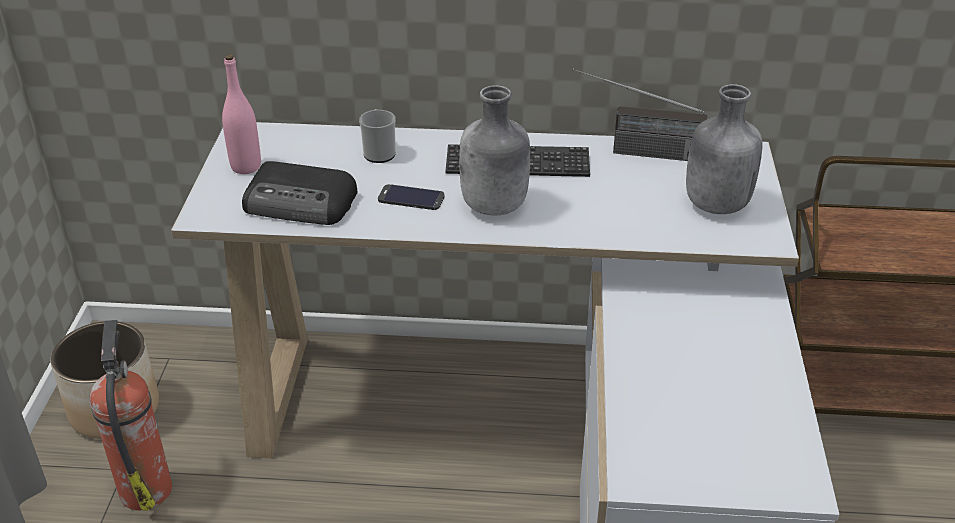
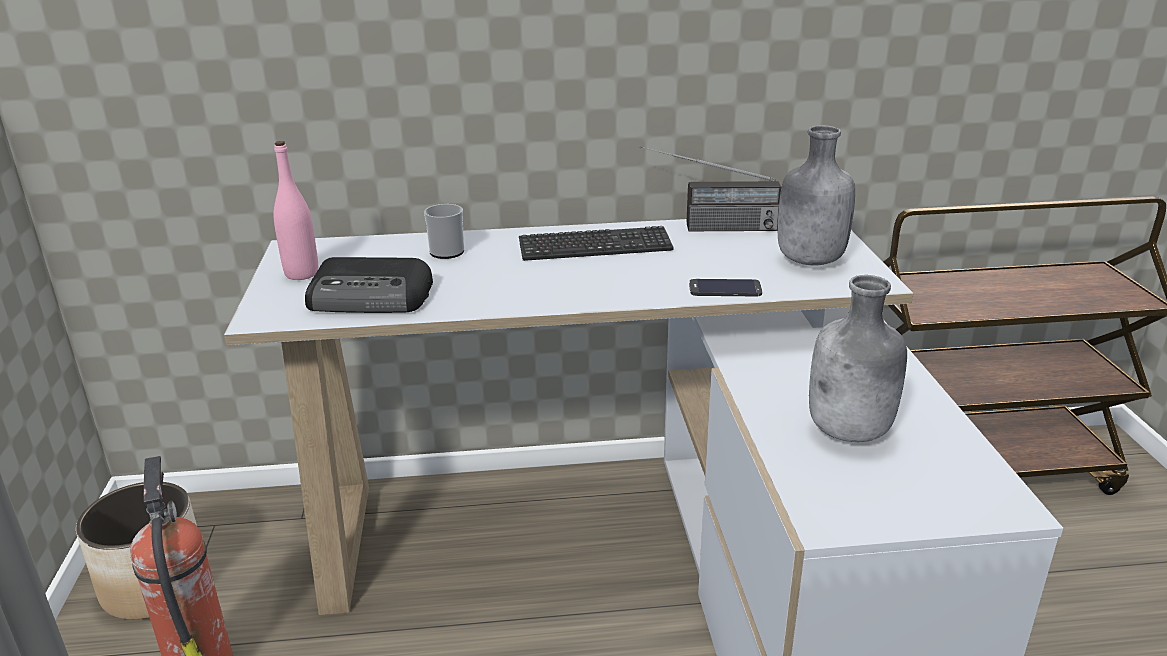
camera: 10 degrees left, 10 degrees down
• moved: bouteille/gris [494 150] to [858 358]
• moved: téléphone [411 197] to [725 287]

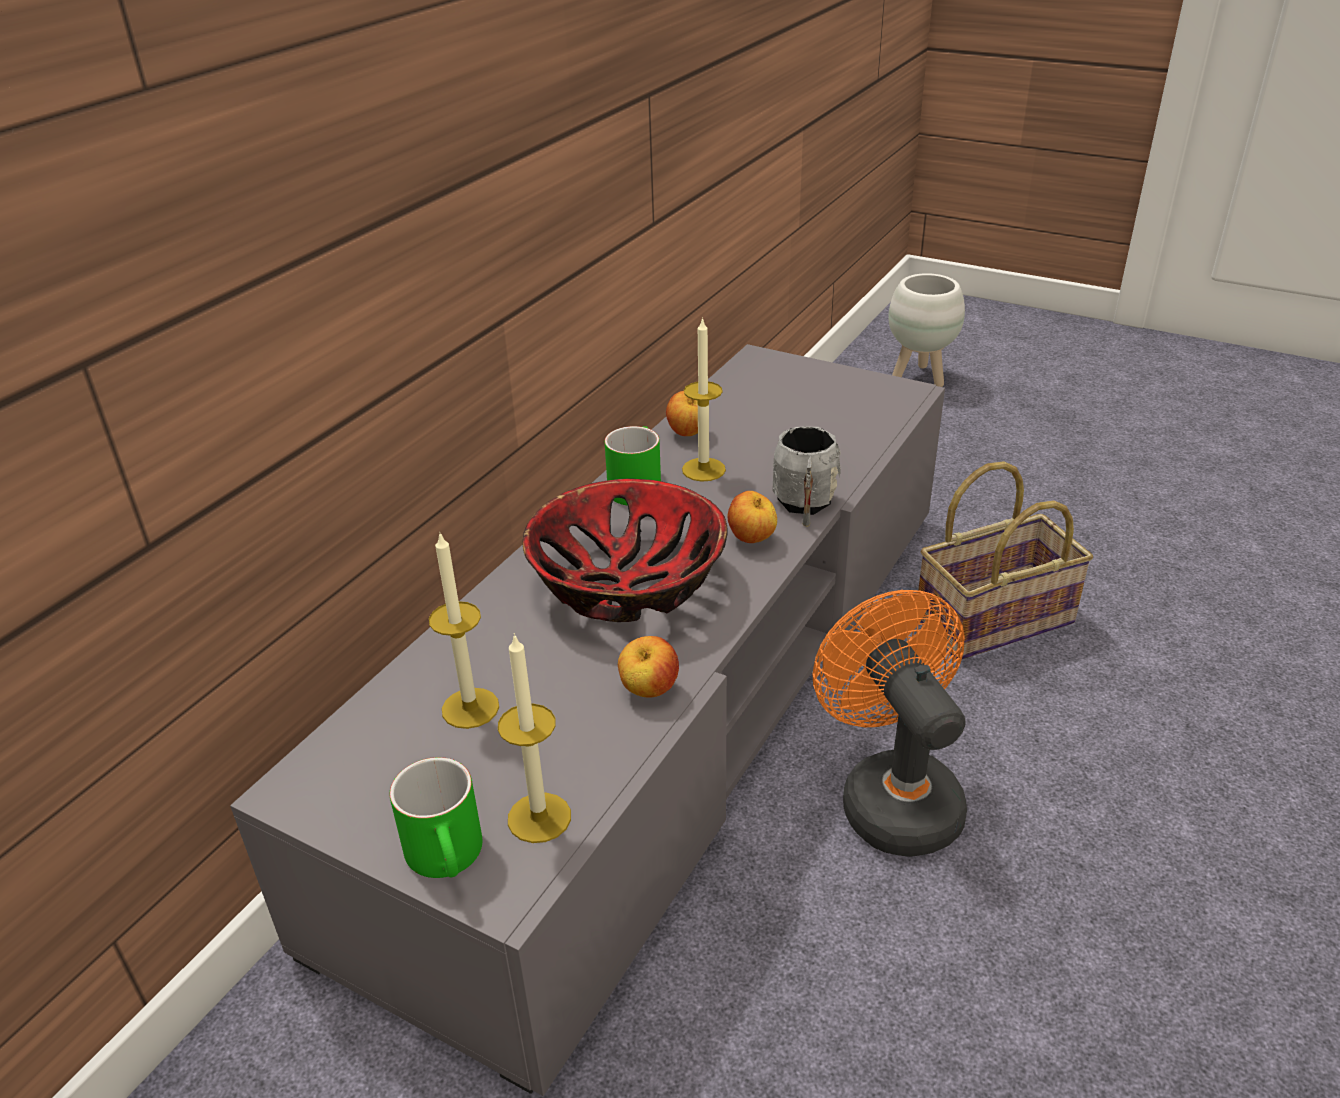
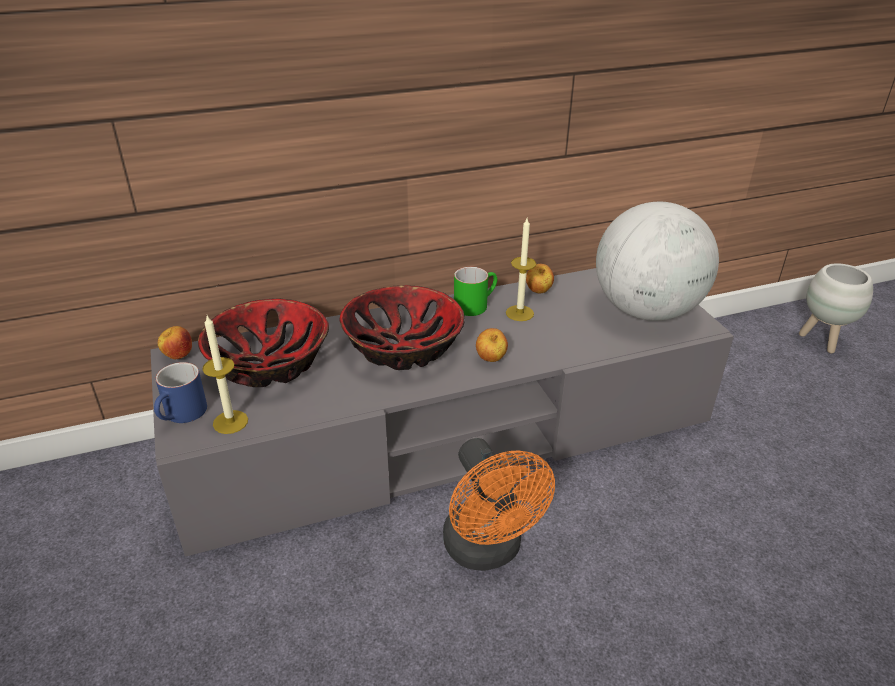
camera: 40 degrees right, 0 degrees up
• removed: mug/gris [806 476]
• removed: panier [1005 560]
• replaced: bougie [464 630] to bol [263 343]
• turned: ventilateur/orange [889 723] = [499 504] 135 degrees clockwise
• moved: pomme [648 667] to [175 343]
• recoloured: mug/vert [435 817] to mug/bleu [180 392]
• added: globe [657 261]

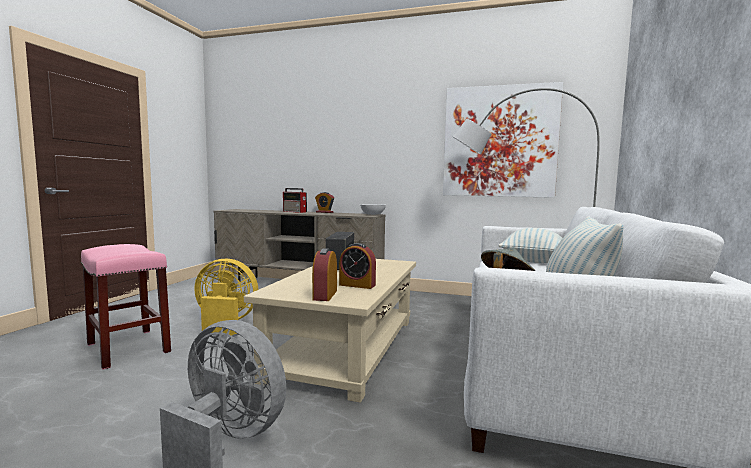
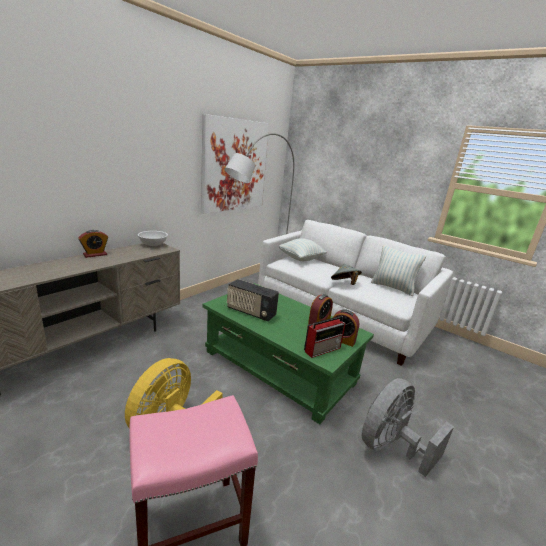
camera: 70 degrees left, 15 degrees up
• moved: radio [295 200] to [324 337]
• recoloured: table basse/beige [330 331] to table basse/vert [288 353]

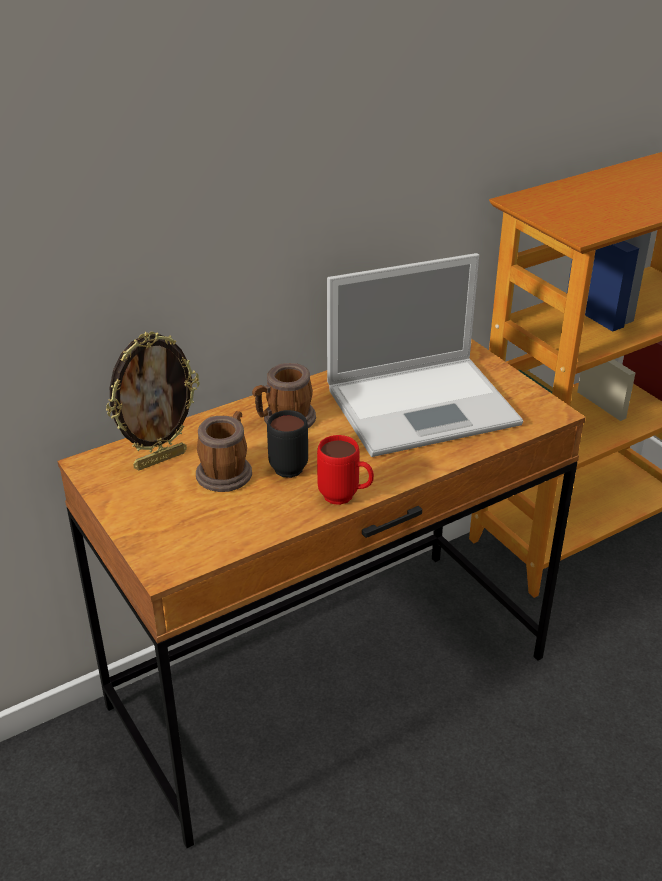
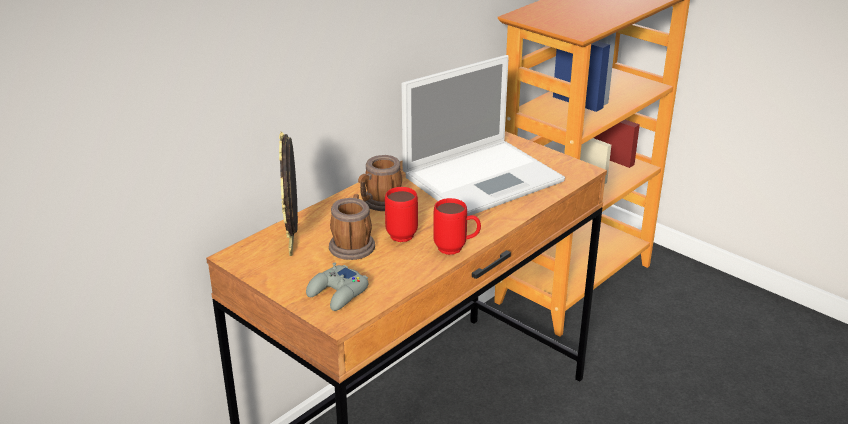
camera: 15 degrees left, 5 degrees down
• turned: cadre photo [153 401] = [288 194] 135 degrees clockwise
• recoloured: mug/noir [287 444] to mug/rouge [401 214]
• added: manette/gris [337 286]

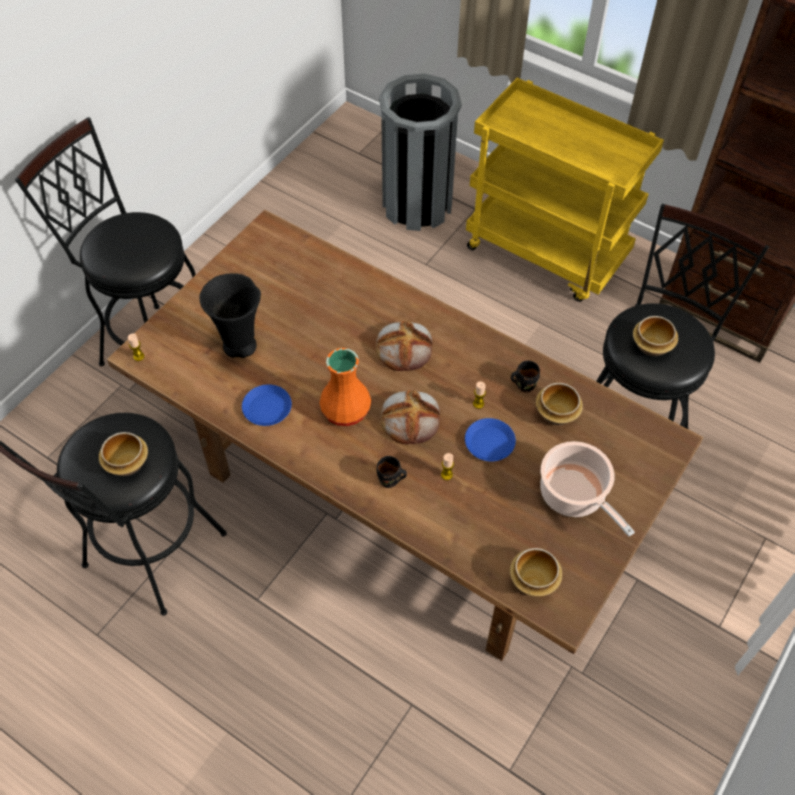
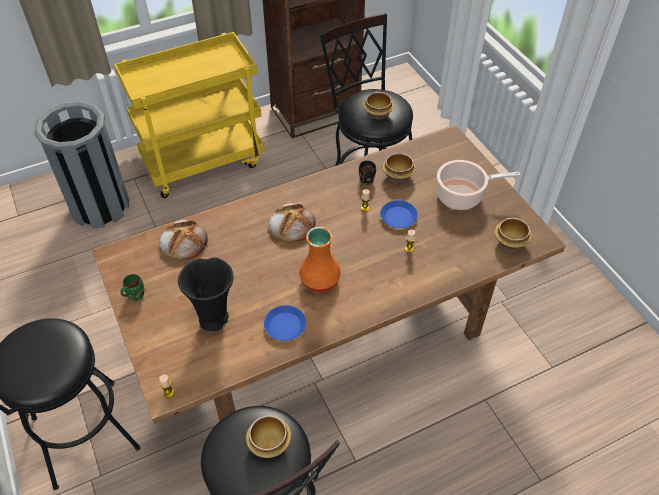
camera: 60 degrees left, 5 degrees down
• moved: pain [410 417] to [183 240]
• removed: mug/noir [392 472]
• added: mug/vert [132 287]

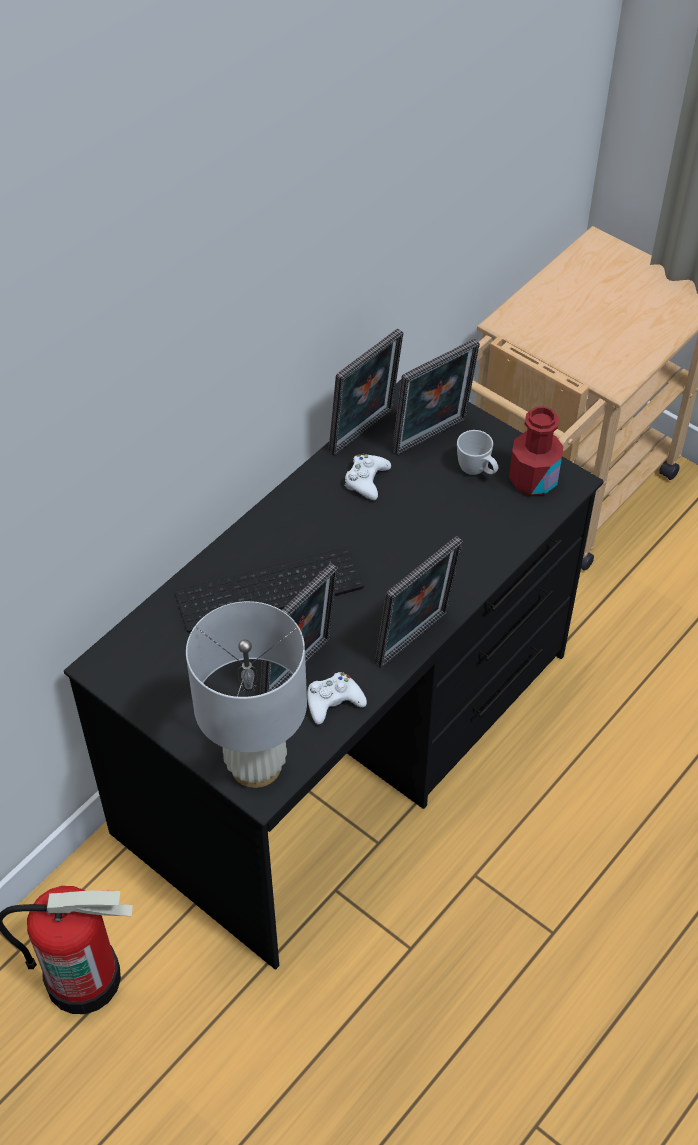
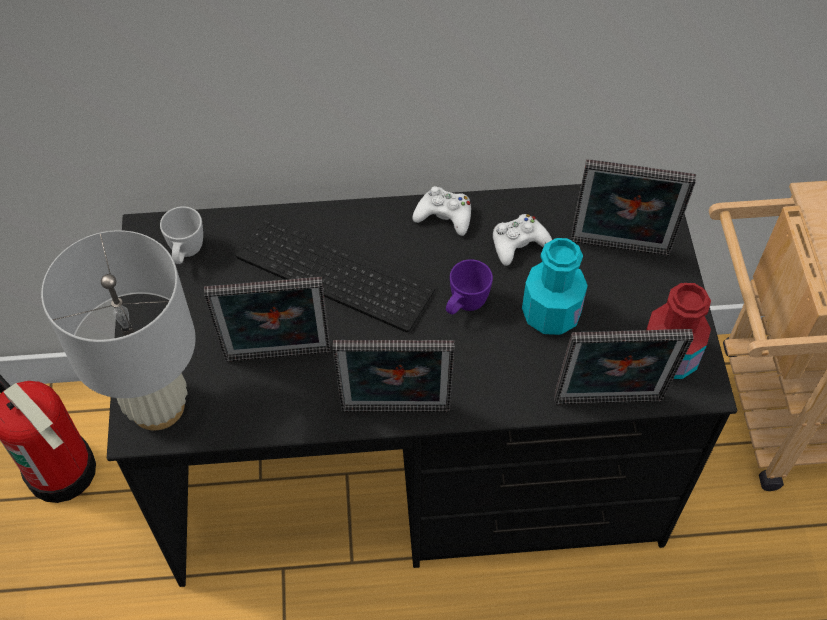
camera: 45 degrees right, 5 degrees up
• moved: cadre photo [366 391] to [623 367]
• moved: mug/blanc [477 452] to [181 235]
• moved: manette/blanc [337 698] to [441 211]
• added: bouteille/turquoise [555 286]
• added: mug/violet [469 286]

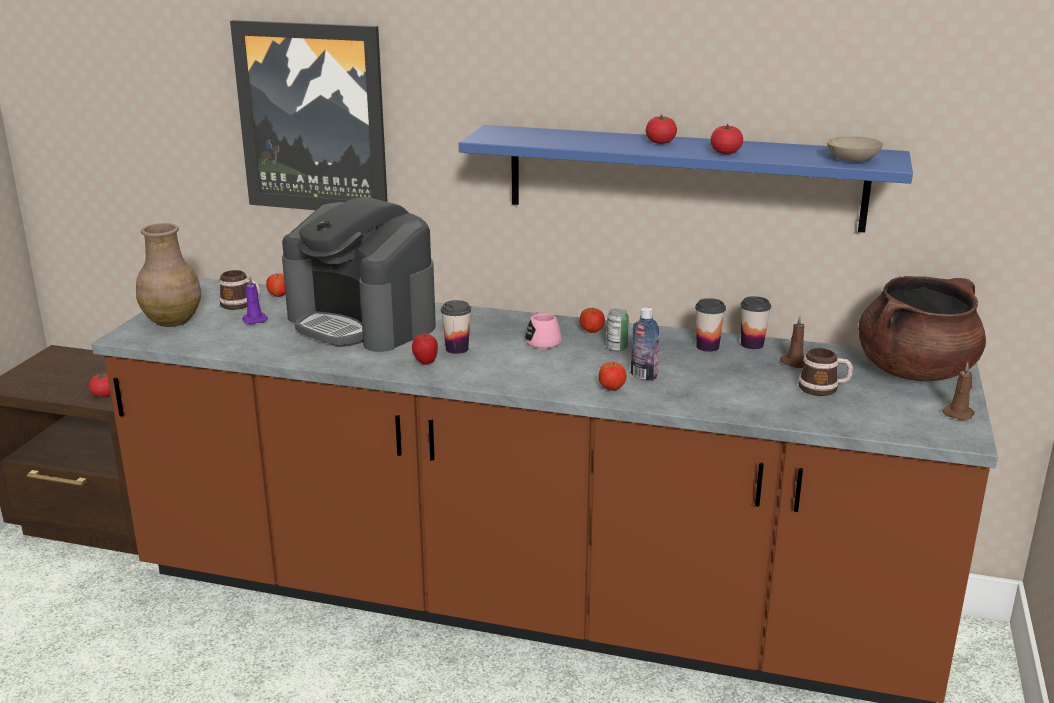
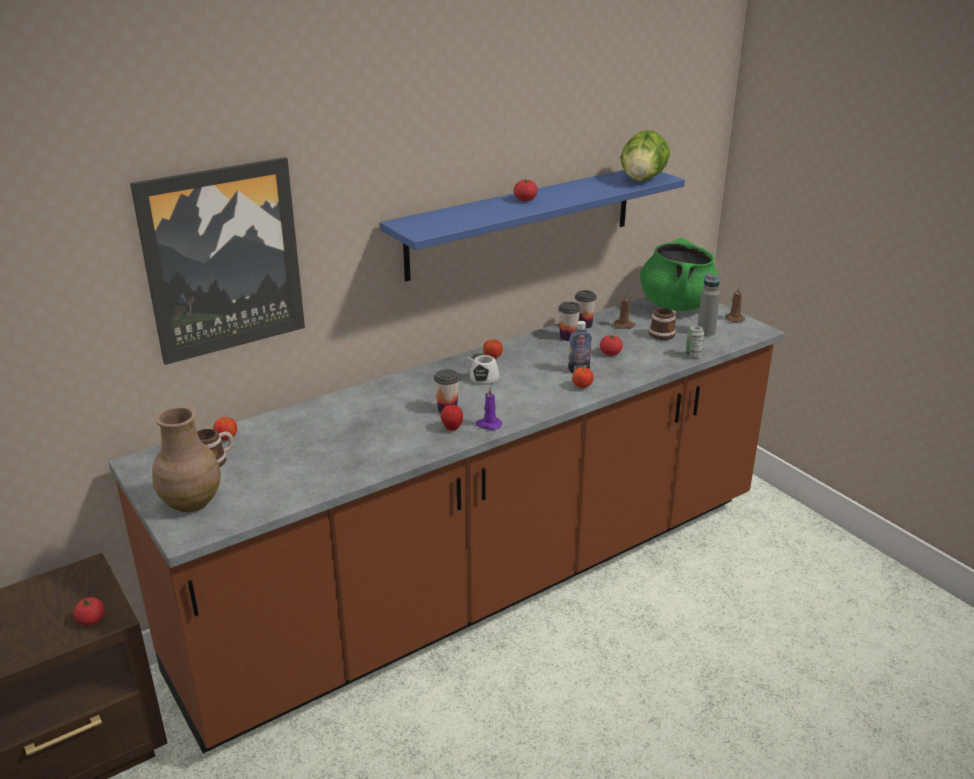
camera: 50 degrees left, 5 degrees up
• moved: tomate [726 139] to [611 345]
• replaced: bol/beige [855 149] to laitue [645 155]
• removed: machine à café [359 274]
• moved: bougie/violet [255 300] to [489 409]
• recoloured: marmite/marron [922 328] to marmite/vert [680 274]
• moved: boîte métallique [618 330] to [694 342]
• recoloured: mug/rose [543 330] to mug/blanc [482 370]
• added: bouteille/gris [708 304]

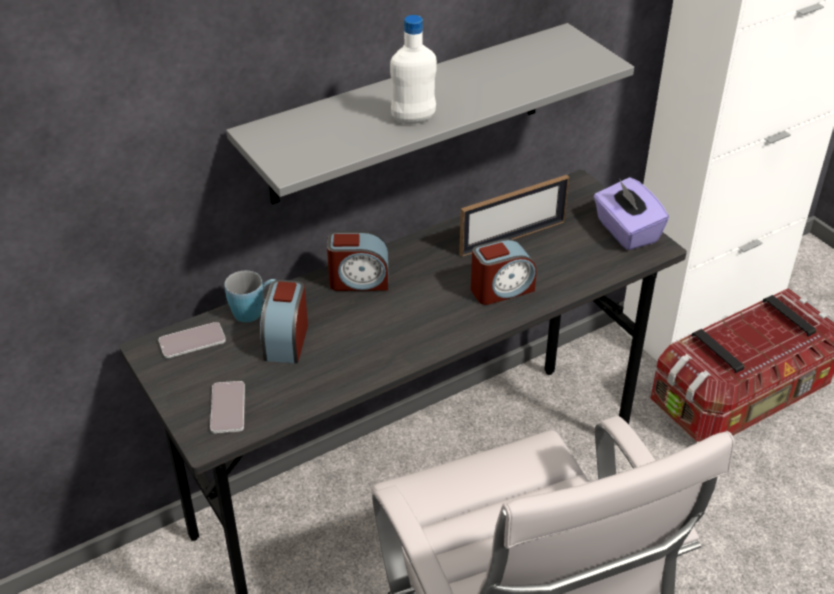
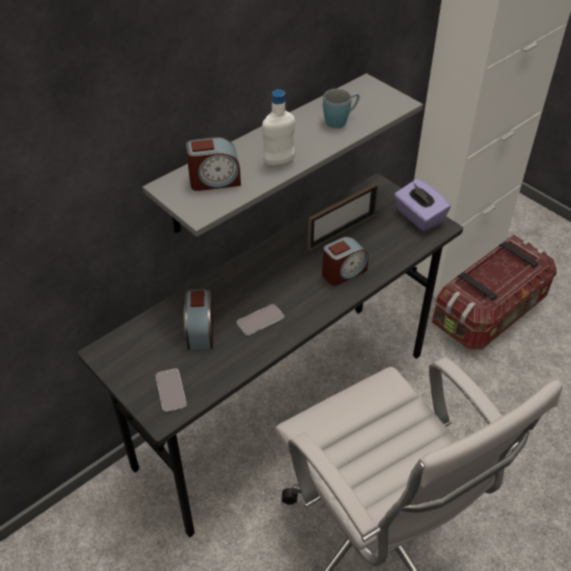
camera: 10 degrees left, 5 degrees up
• moved: réveil [357 261] to [213 164]
• moved: mug/bleu [249 296] to [341 108]
• moved: téléphone [192 340] to [260 320]

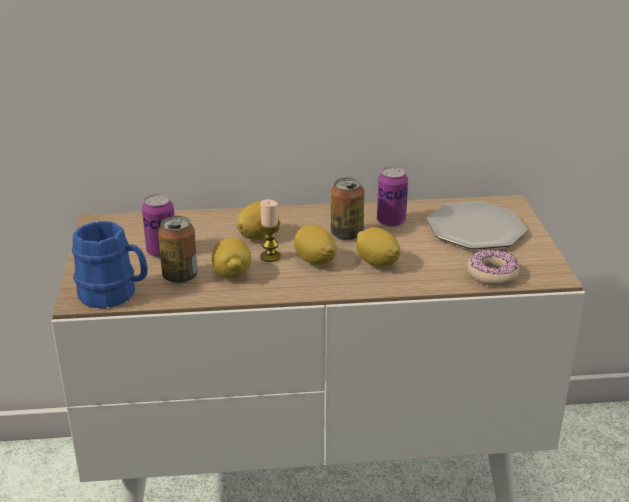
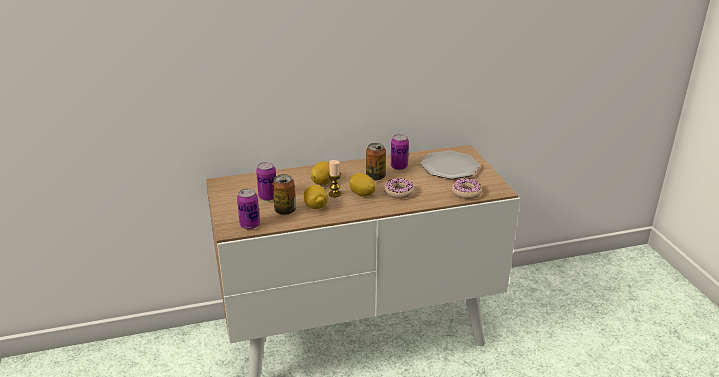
camera: 10 degrees left, 0 degrees up
• replaced: mug/bleu [110 265] to boîte métallique [248 208]
• replaced: citron [378 247] to beignet [399 188]

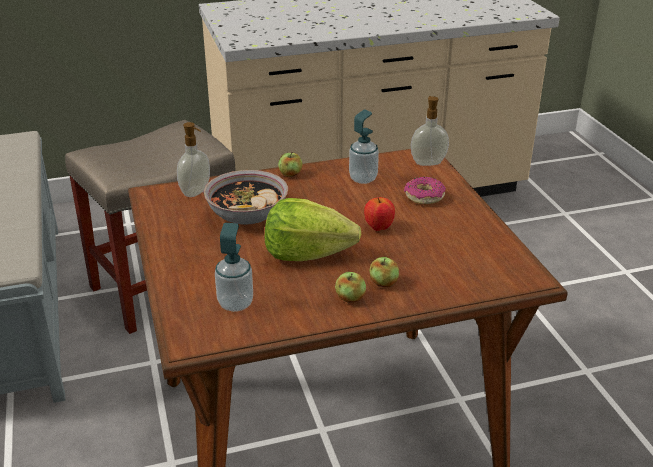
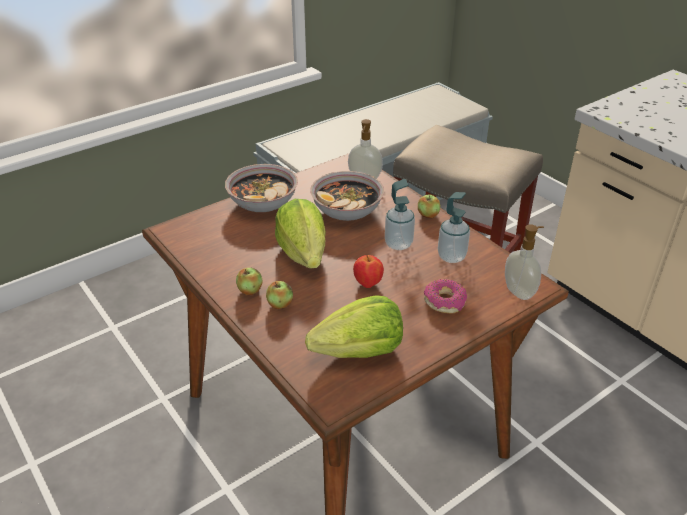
camera: 70 degrees right, 5 degrees up
• moved: distributeur de savon [234 267] to [400 214]
• added: bol [261 188]
• added: laitue [354 326]

